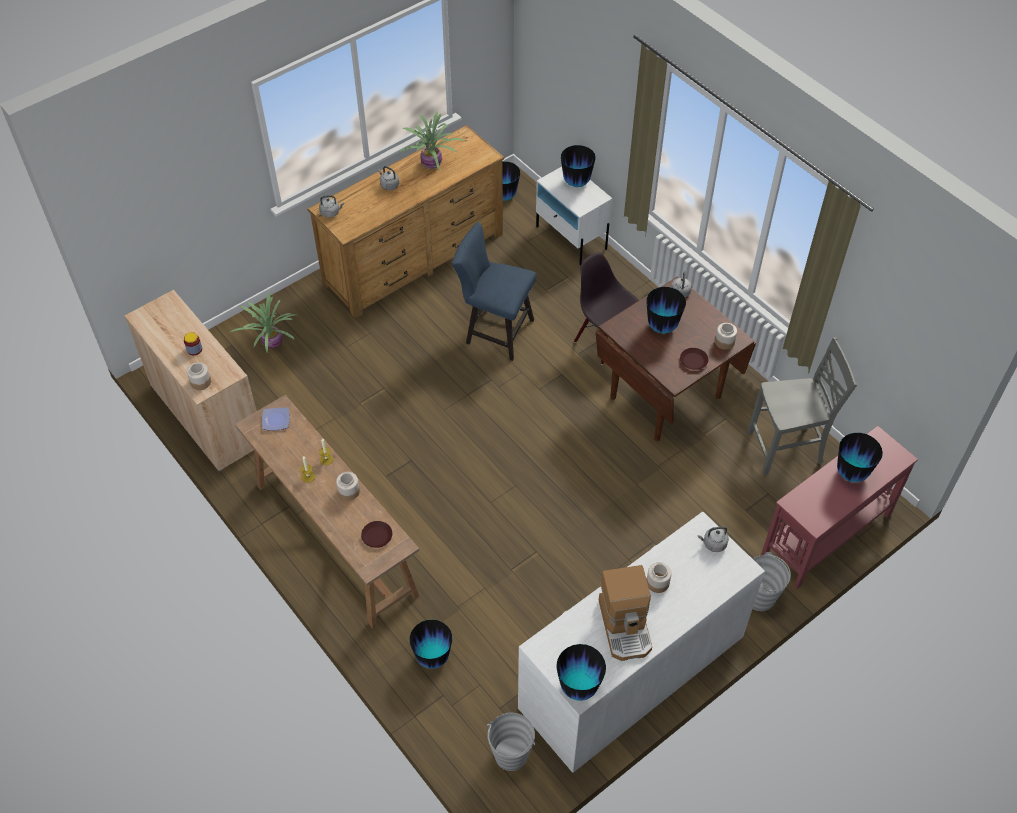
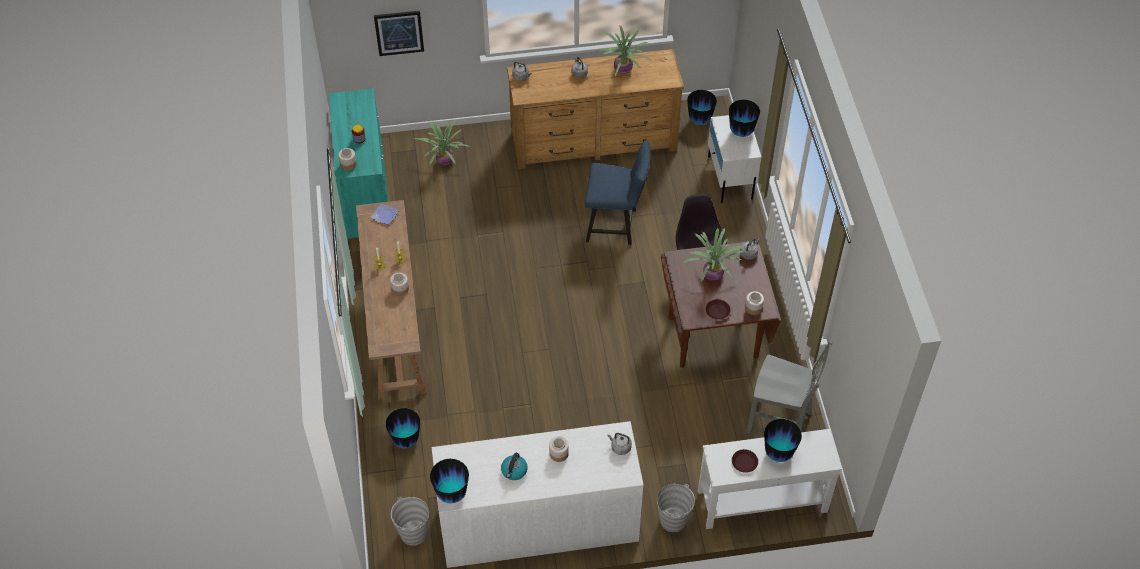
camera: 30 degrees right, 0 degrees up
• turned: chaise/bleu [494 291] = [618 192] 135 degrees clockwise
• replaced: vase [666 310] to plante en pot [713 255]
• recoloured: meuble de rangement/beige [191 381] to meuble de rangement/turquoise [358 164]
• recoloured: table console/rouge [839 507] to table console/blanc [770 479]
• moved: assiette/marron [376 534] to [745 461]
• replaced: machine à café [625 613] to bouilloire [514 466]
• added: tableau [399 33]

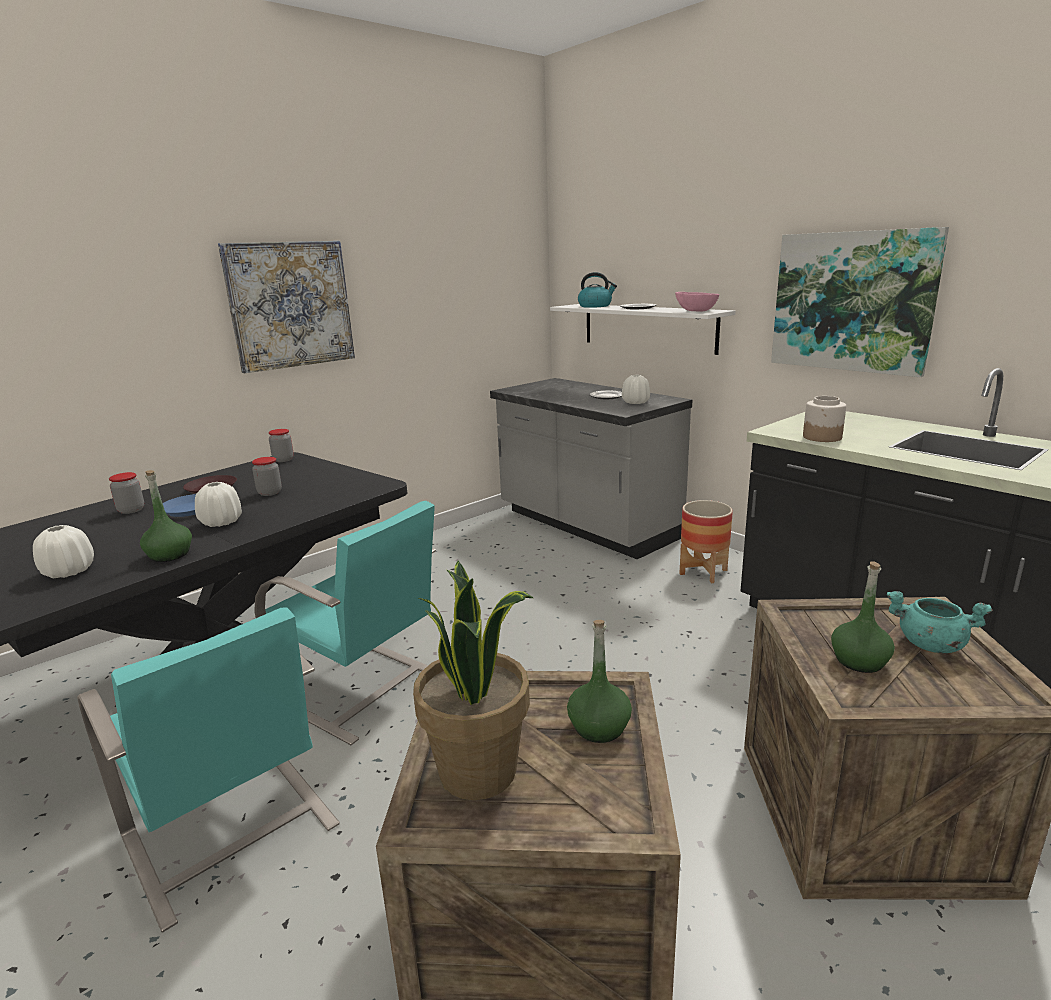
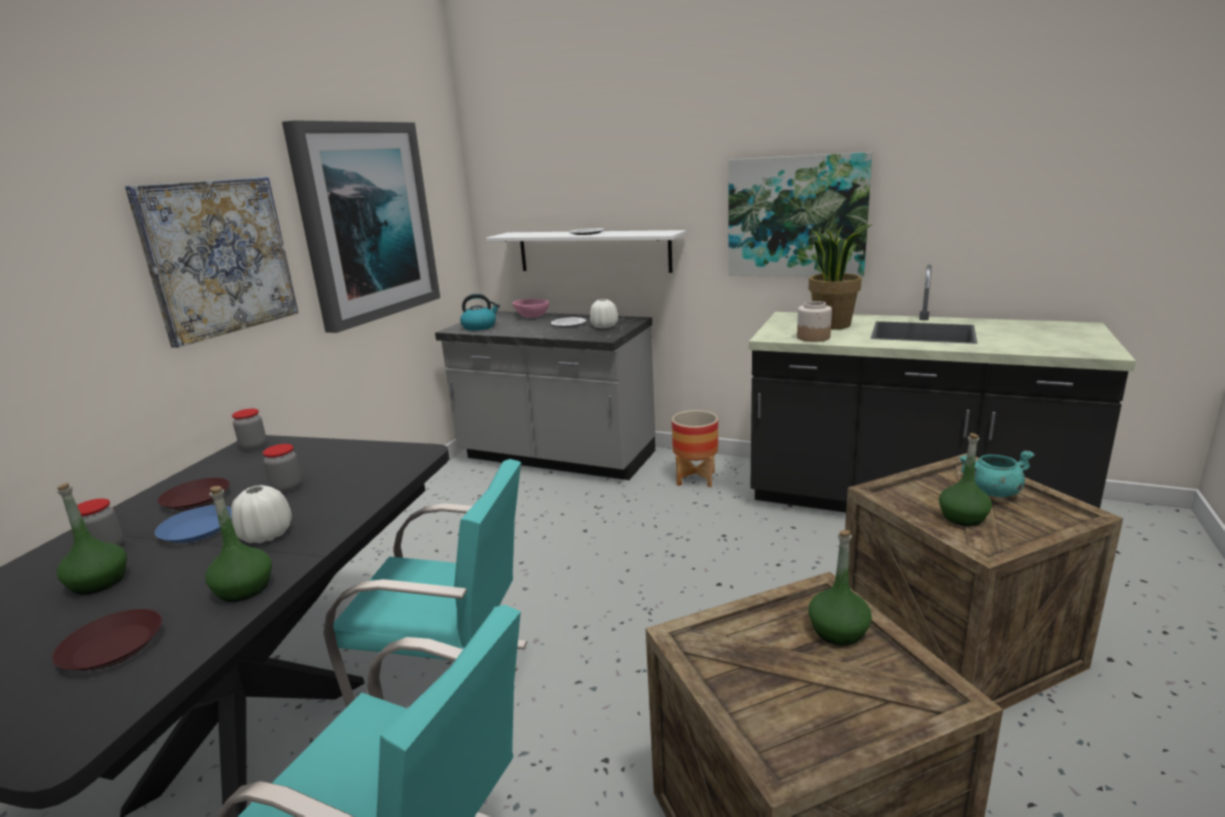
camera: 25 degrees left, 0 degrees up
• moved: bouilloire [597 290] to [480 312]
• moved: bol/rose [697 301] to [531 308]
• replaced: vase/blanc [63 551] to assiette/marron [107 640]
• moved: plante en pot [473 680] to [840 276]
• added: tableau [361 226]
• added: bouteille/vert [92 539]

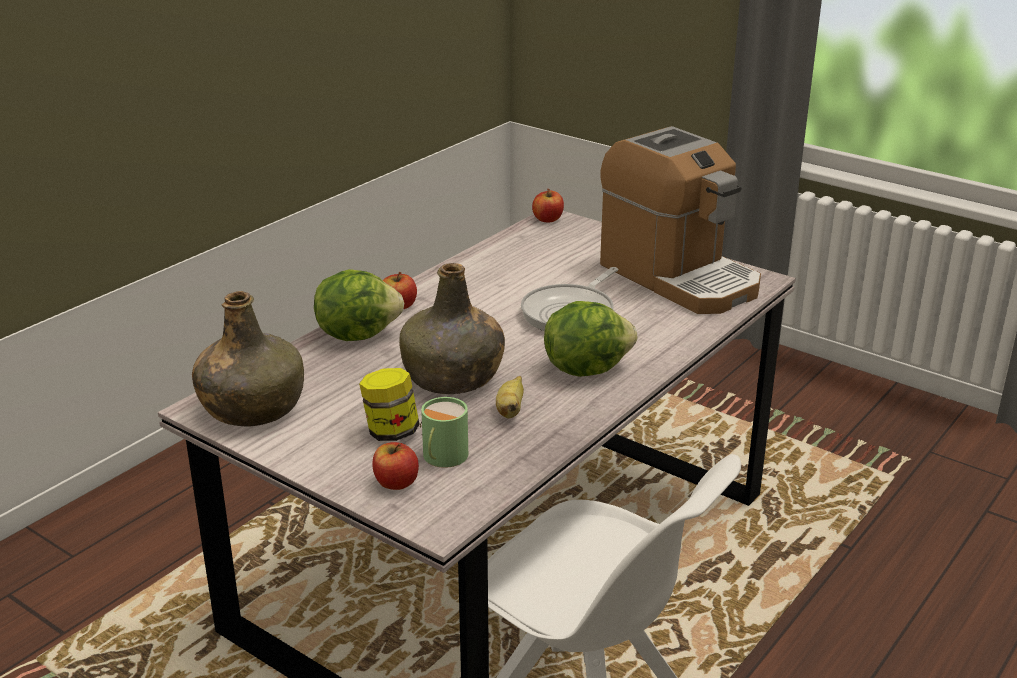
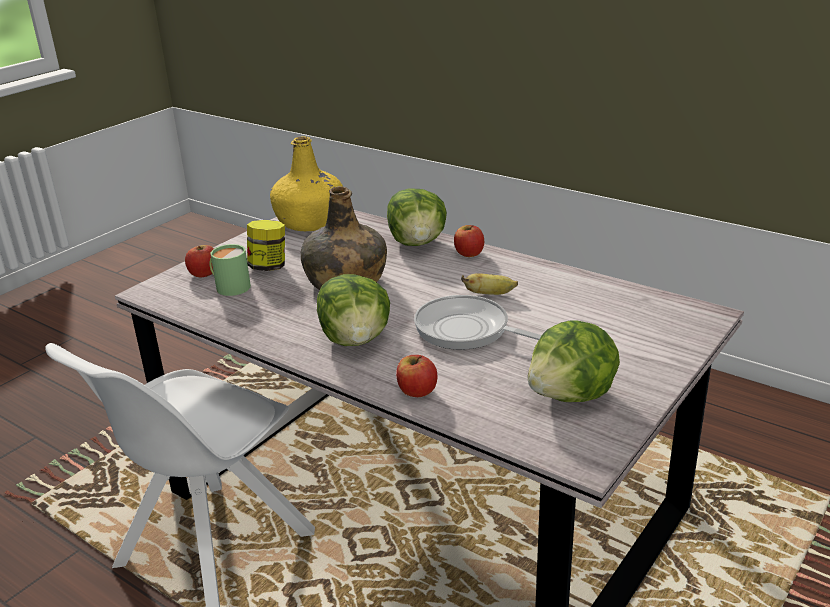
camera: 90 degrees right, 0 degrees up
• replaced: machine à café [680 220] to laitue [574 361]
• moved: pomme [548 205] to [416 376]
• recoloured: bouteille/vert [248 359] to bouteille/jaune [306 183]
• moved: banane [510 397] to [489 284]

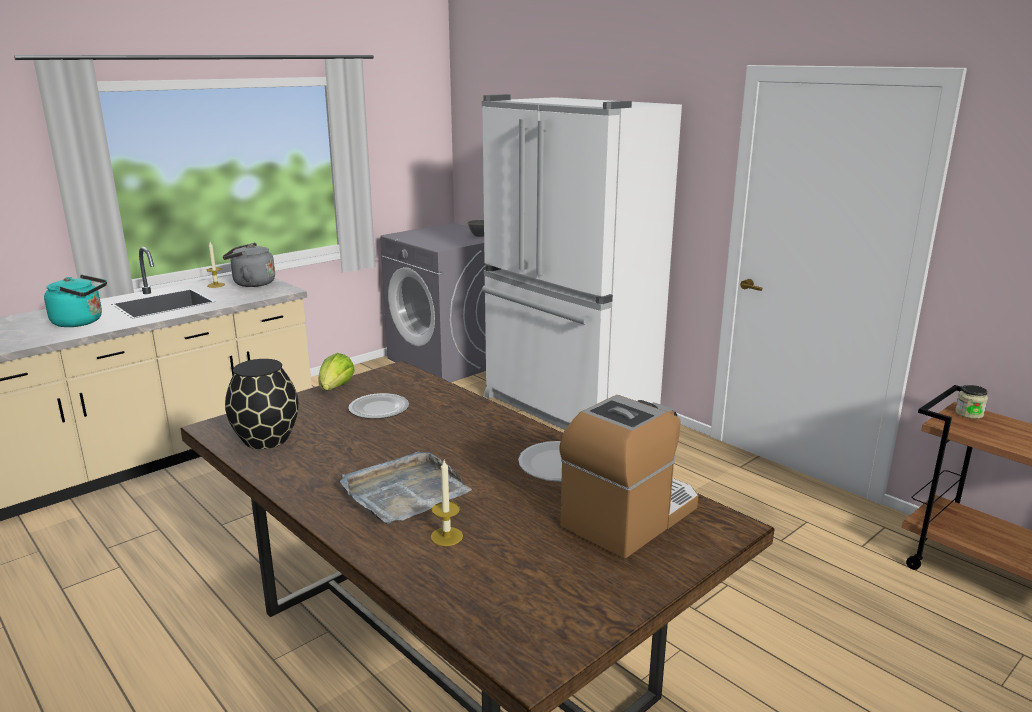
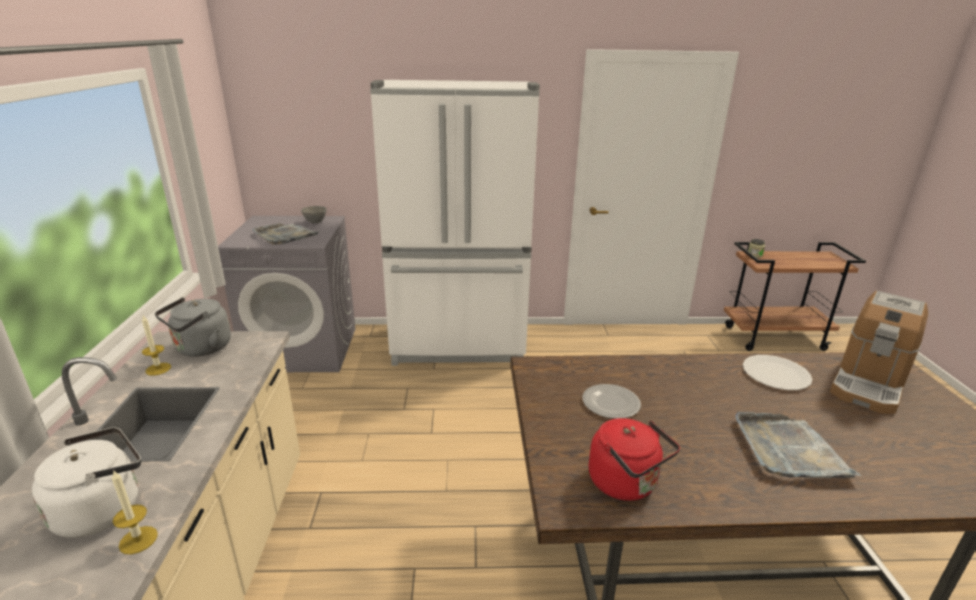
camera: 50 degrees left, 5 degrees up
• recoloured: bouilloire/turquoise [75 301] to bouilloire/blanc [86 482]
• removed: laitue [336 371]
• replaced: vase/noir [262 404] to bouilloire/rouge [634 459]
• turned: machine à café [629 477] = [879 352] 135 degrees counterclockwise
• moved: bougie [447 503] to [135 512]
• added: plateau/gris [286 234]

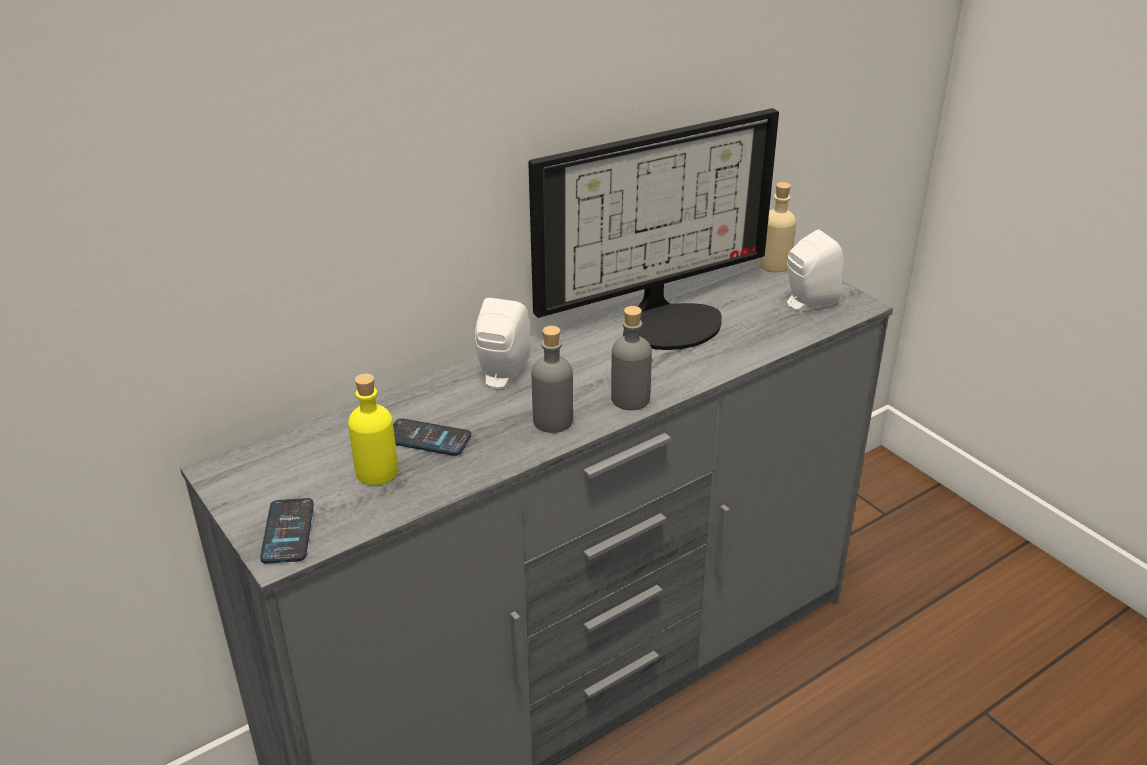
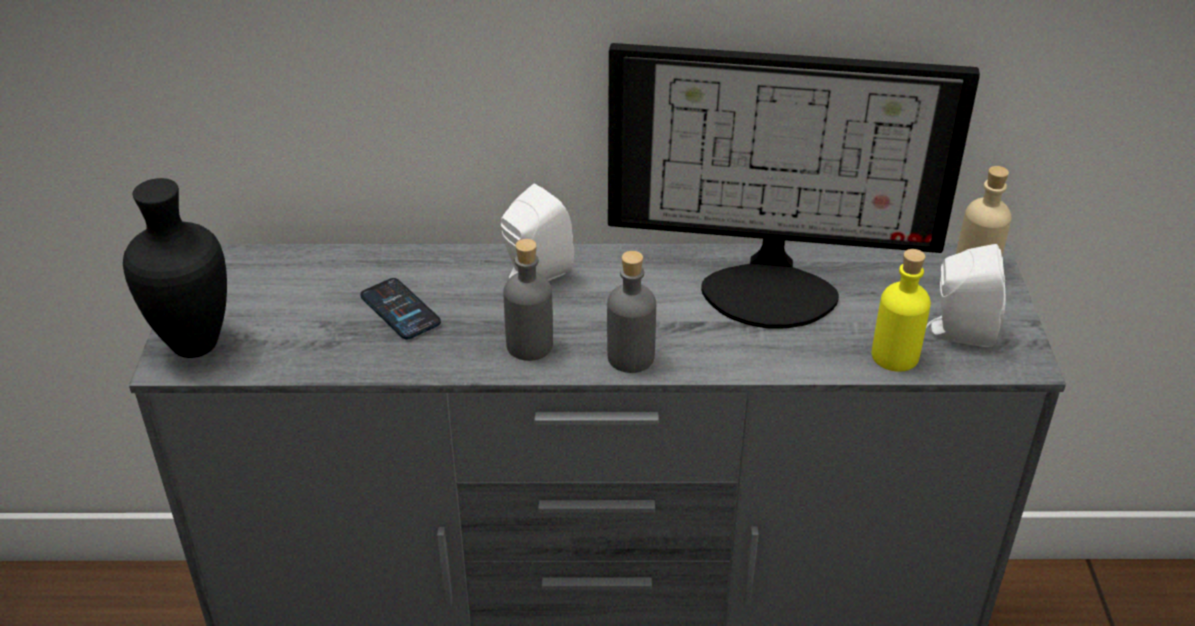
camera: 35 degrees right, 5 degrees up
• moved: bouteille/jaune [373 429] to [901 310]
• replaced: téléphone [287 531] to vase/noir [175 268]

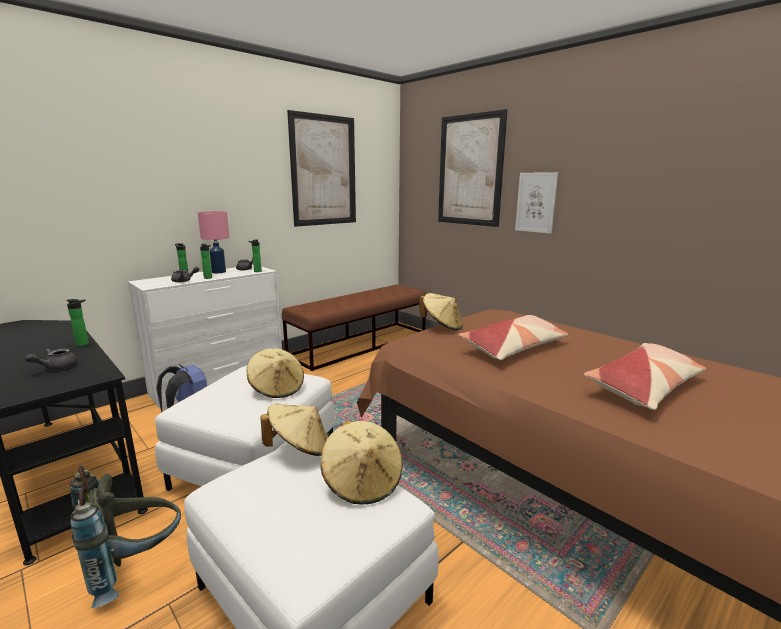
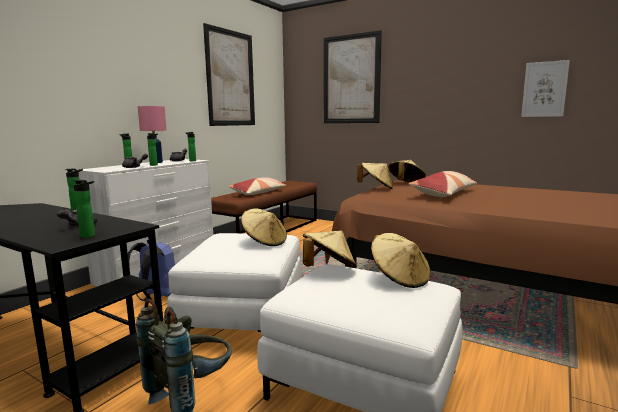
camera: 15 degrees left, 5 degrees down
• moved: tableau [536 203] to [545 88]
• moved: coussin [645 376] to [257 186]
• added: chapeau/beige [407 171]
• added: bouteille [84 209]

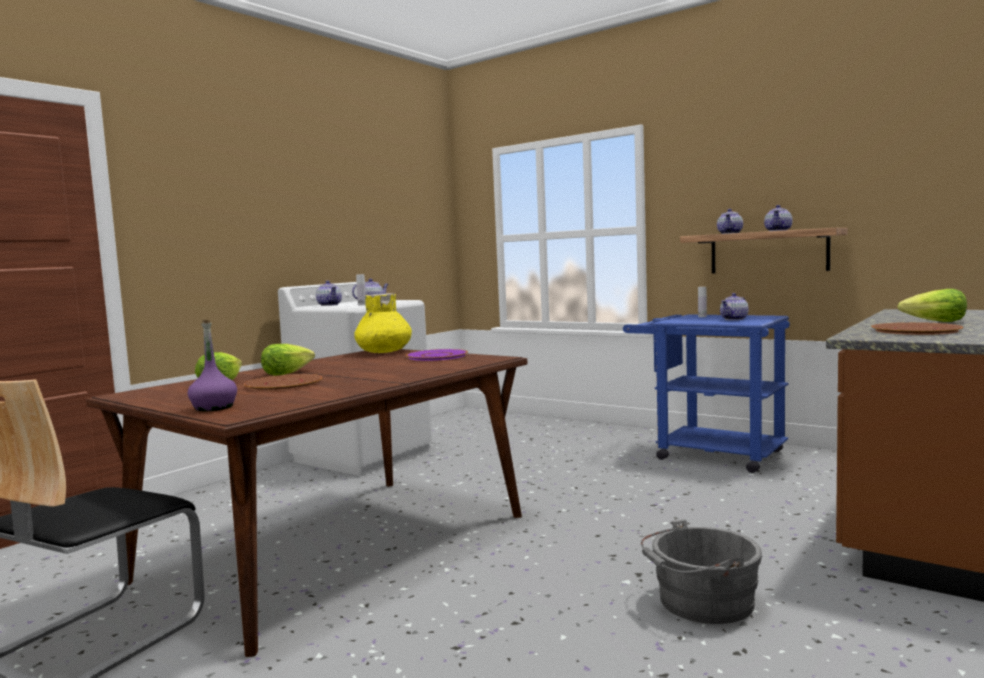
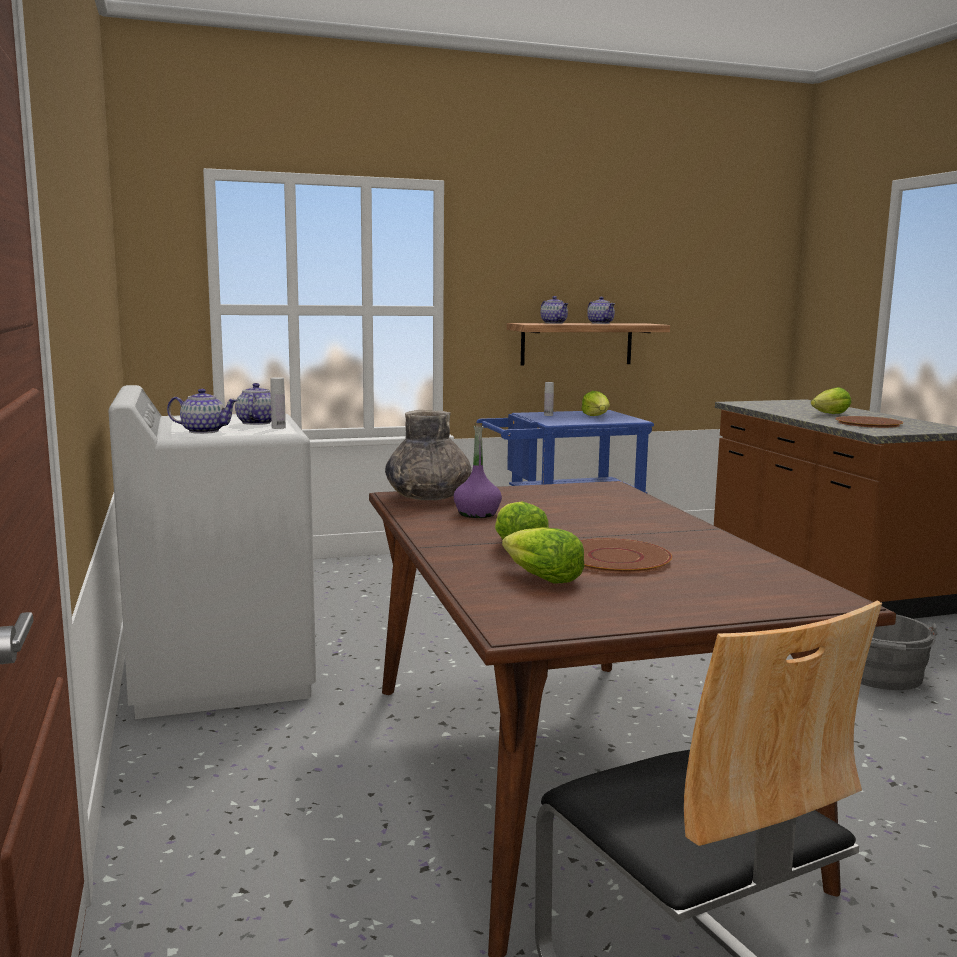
camera: 55 degrees left, 5 degrees up
• recoloured: vase/jaune [383 323] to vase/gris [428 455]
• replaced: théière [734 306] to laitue [595 403]
• moved: bouteille/violet [212 365] to [478 470]
• removed: assiette/violet [437 355]

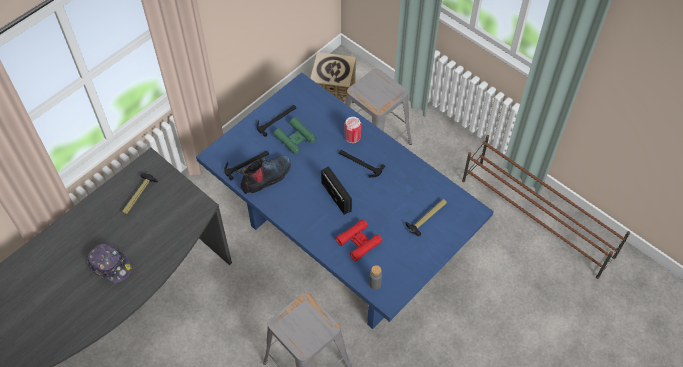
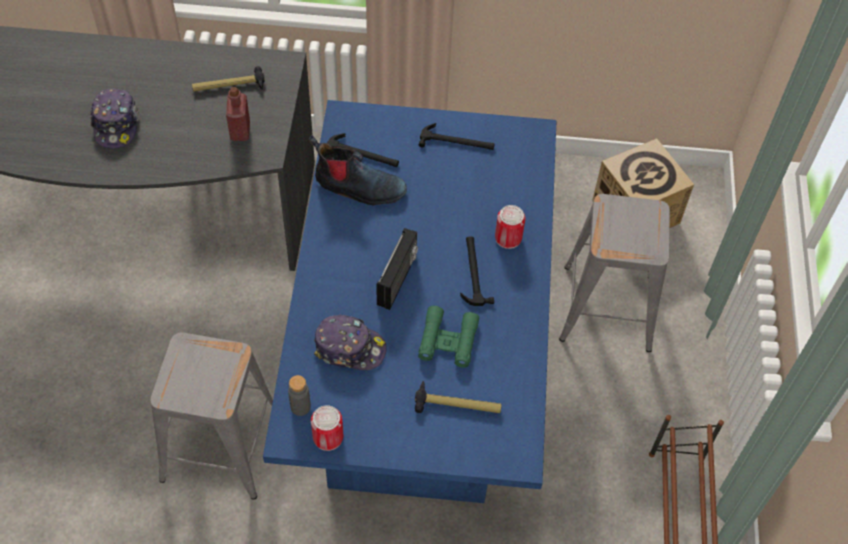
camera: 50 degrees right, 0 degrees up
• moved: jumelles/vert [295 135] to [449 337]
• replaced: jumelles/rouge [359 240] to casquette [350 342]
• added: bouteille/rouge [238 114]
• added: boîte métallique [327 428]

